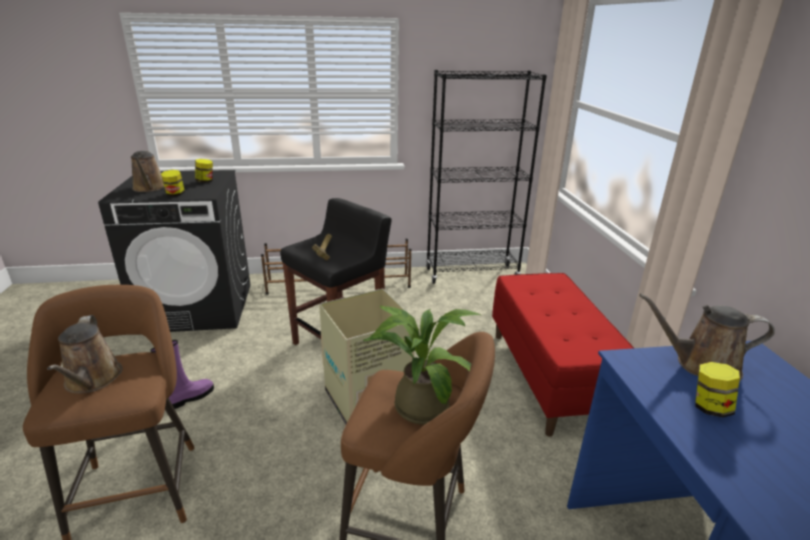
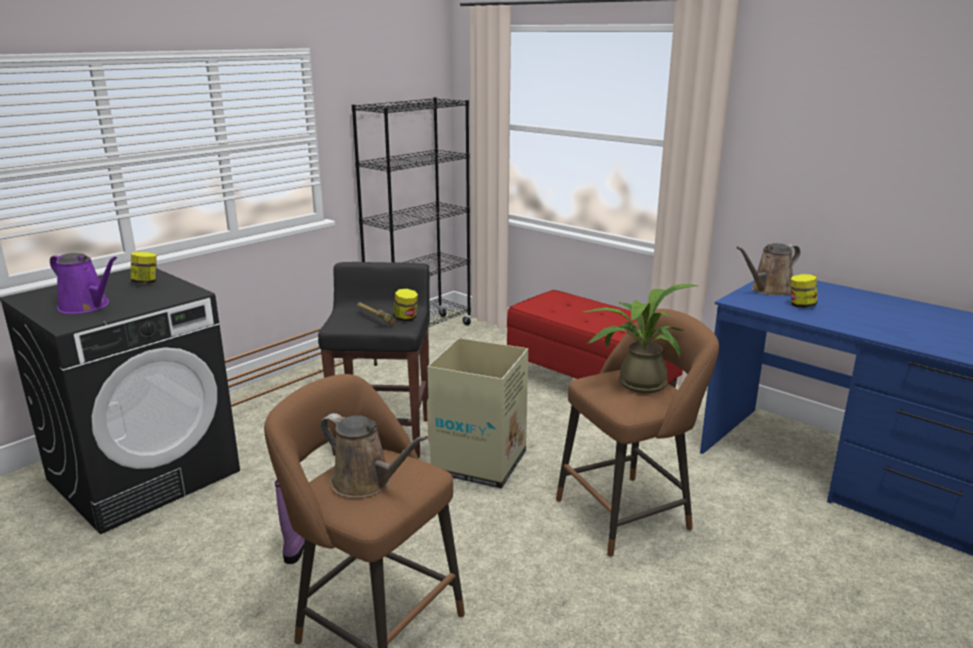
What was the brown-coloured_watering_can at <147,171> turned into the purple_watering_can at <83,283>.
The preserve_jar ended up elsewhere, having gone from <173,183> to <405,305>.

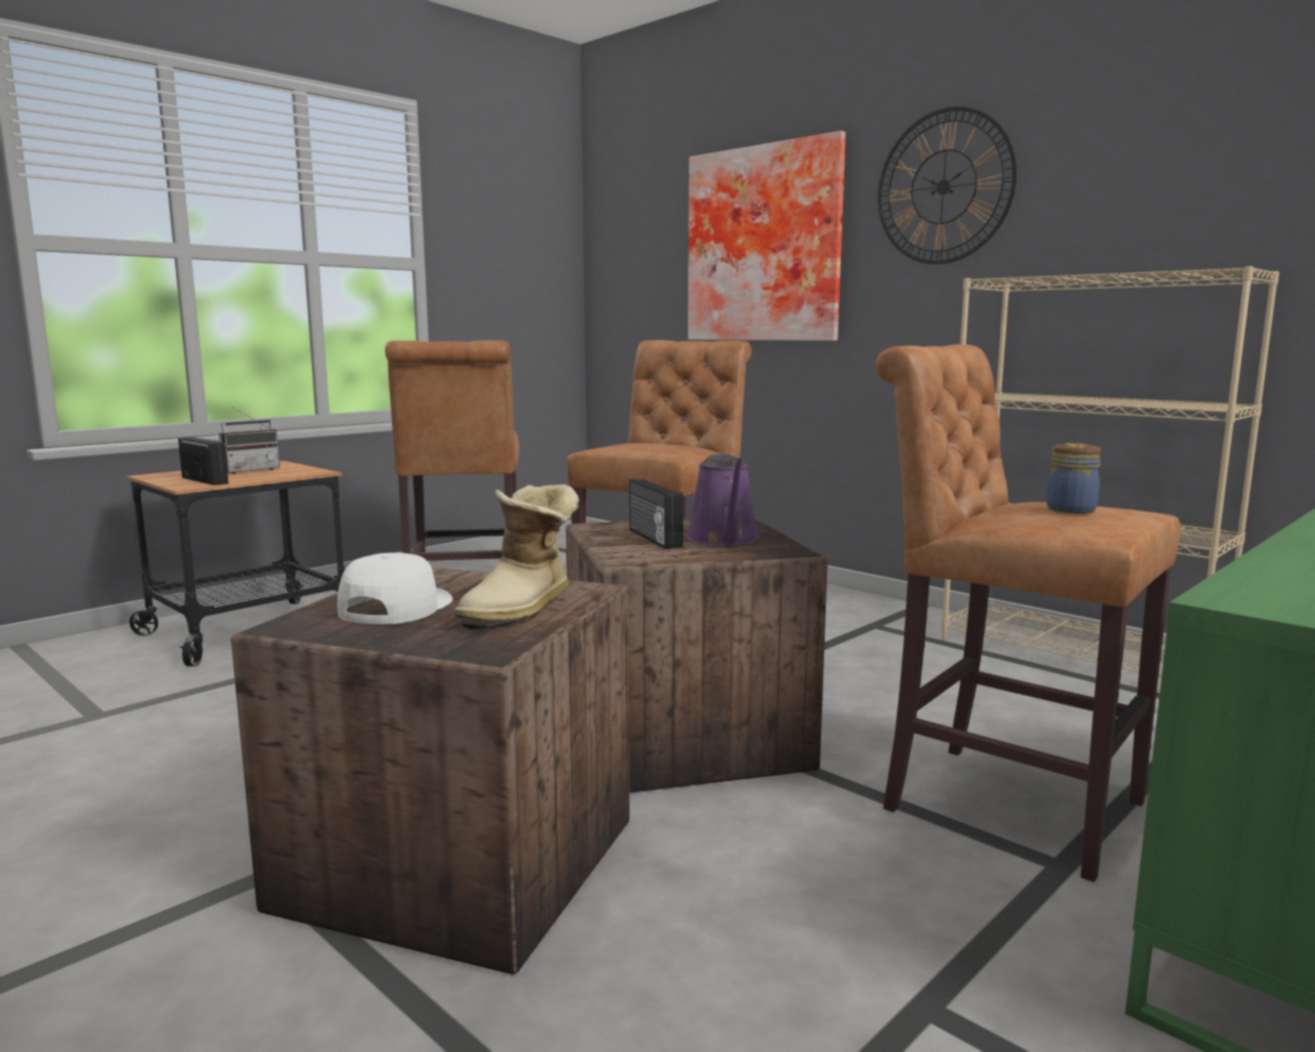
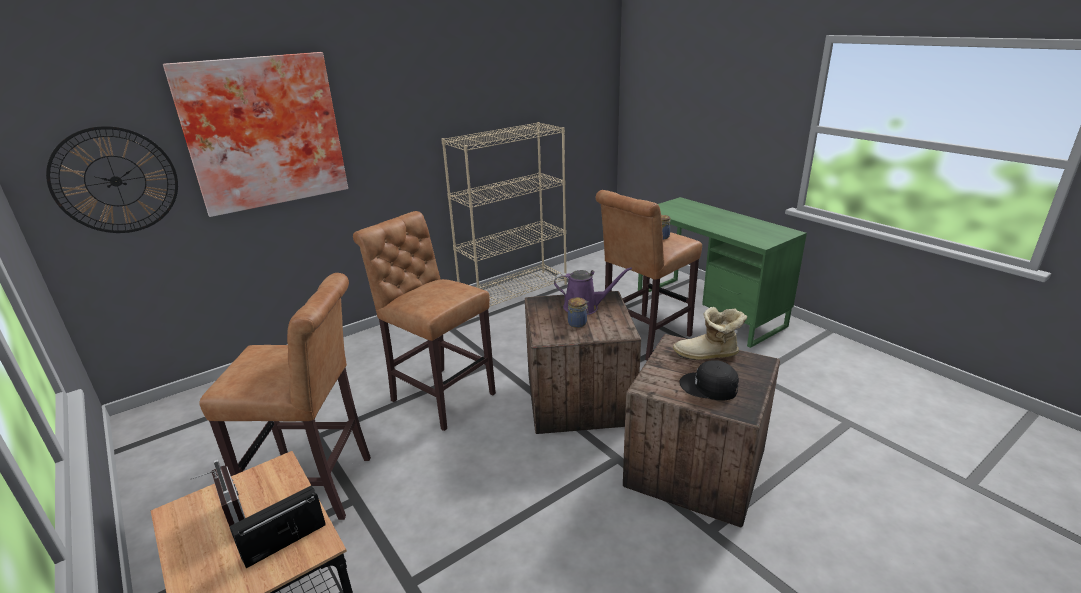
The wall_clock ended up elsewhere, having gone from <947,185> to <112,179>.
Where the radio_set stood at <656,514>, the preserve_jar came to stand at <578,312>.
The tall_boot at <516,557> ended up facing another way, 150 degrees clockwise from before.
What was the whitish_cap at <395,588> turned into the blackish_cap at <709,380>.

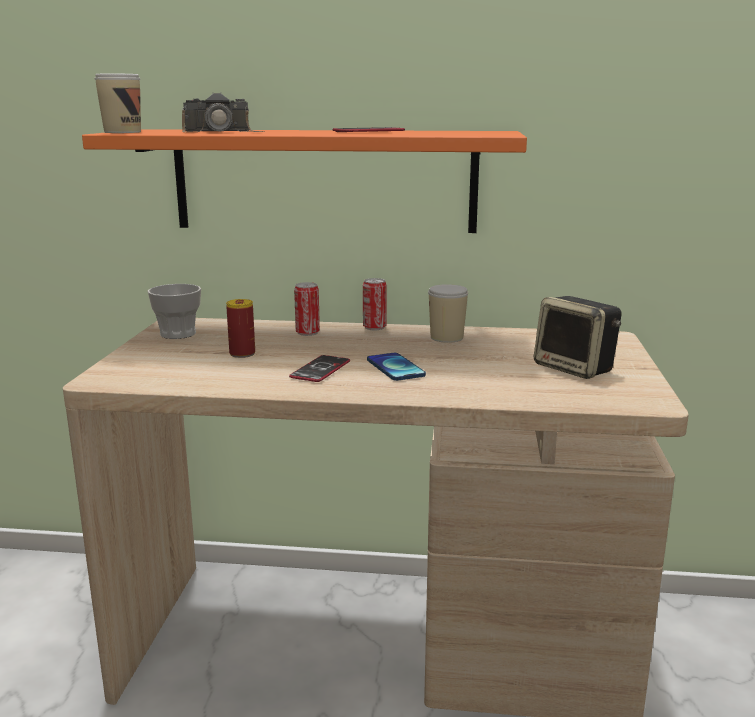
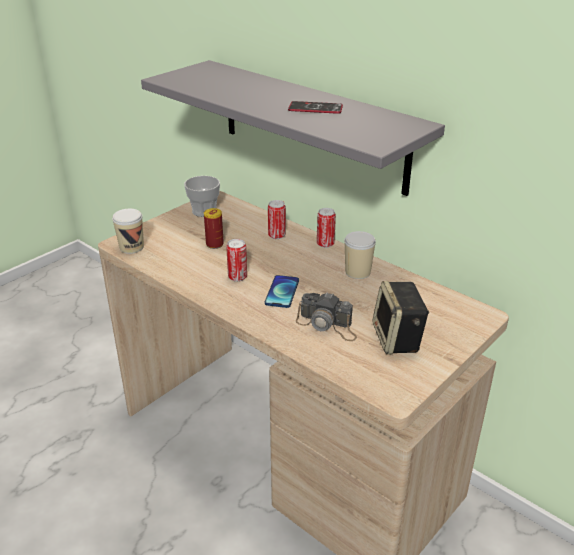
The cup ended up elsewhere, having gone from <117,103> to <128,231>.
The still_camera ended up elsewhere, having gone from <223,112> to <326,316>.
What was the orangey_bracket_shelf at <304,181> turned into the grey_bracket_shelf at <293,128>.
Where the phone stood at <319,368>, the can came to stand at <236,260>.

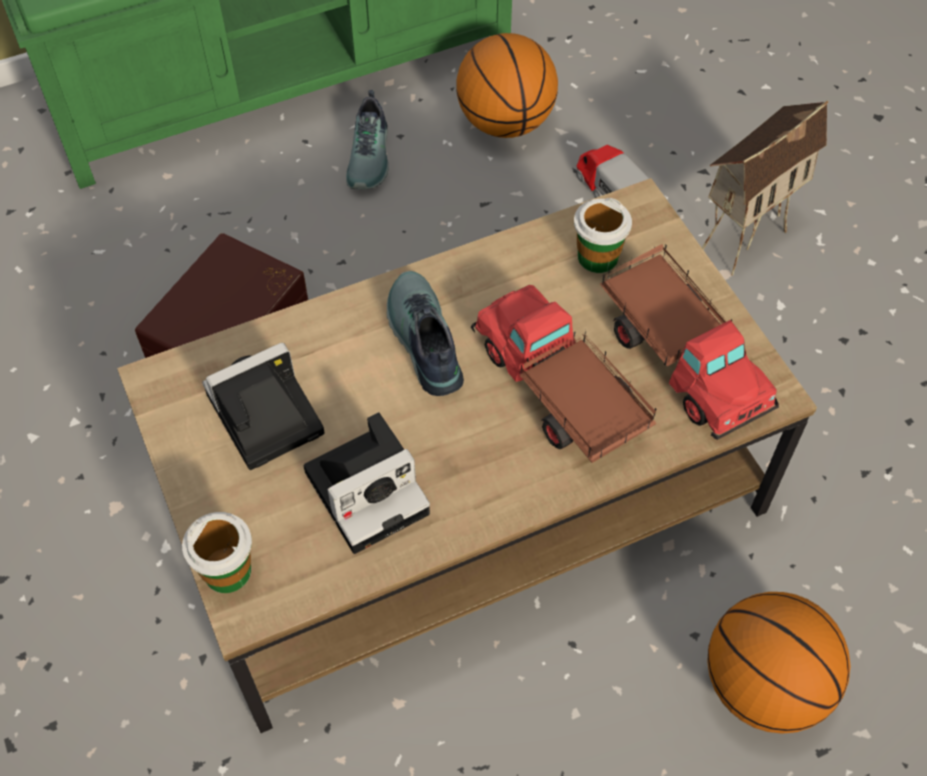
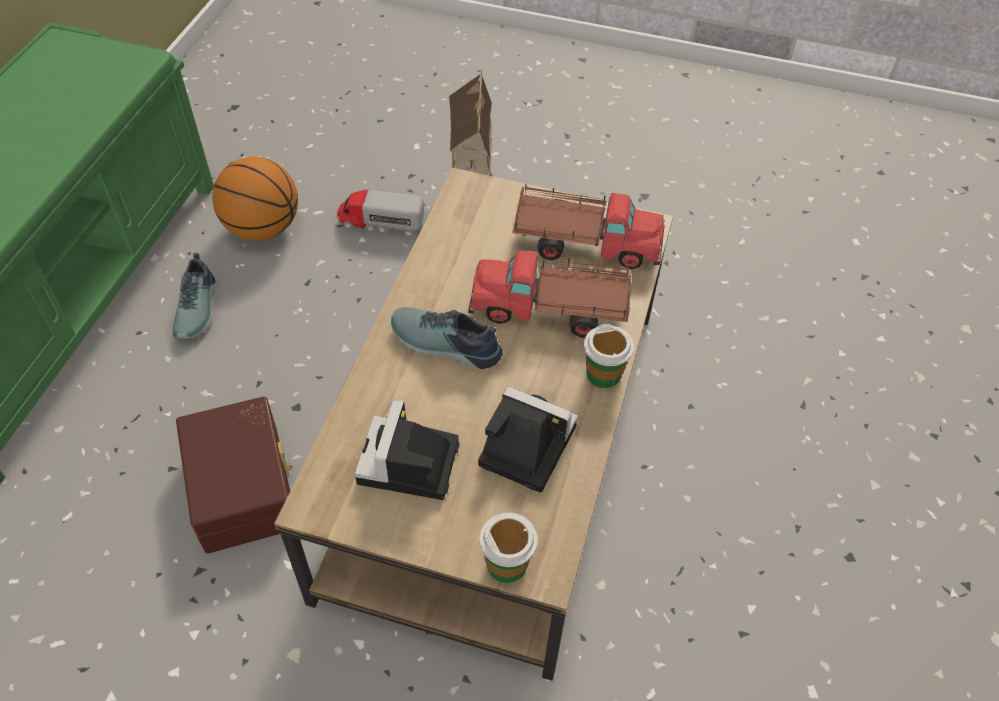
The shoe at <367,140> ended up facing another way, 45 degrees clockwise from before.
The cup ended up elsewhere, having gone from <603,235> to <609,356>.
The still_camera at <366,483> ended up facing another way, 75 degrees counterclockwise from before.
The second view lost the basketball_ball at <778,662>.

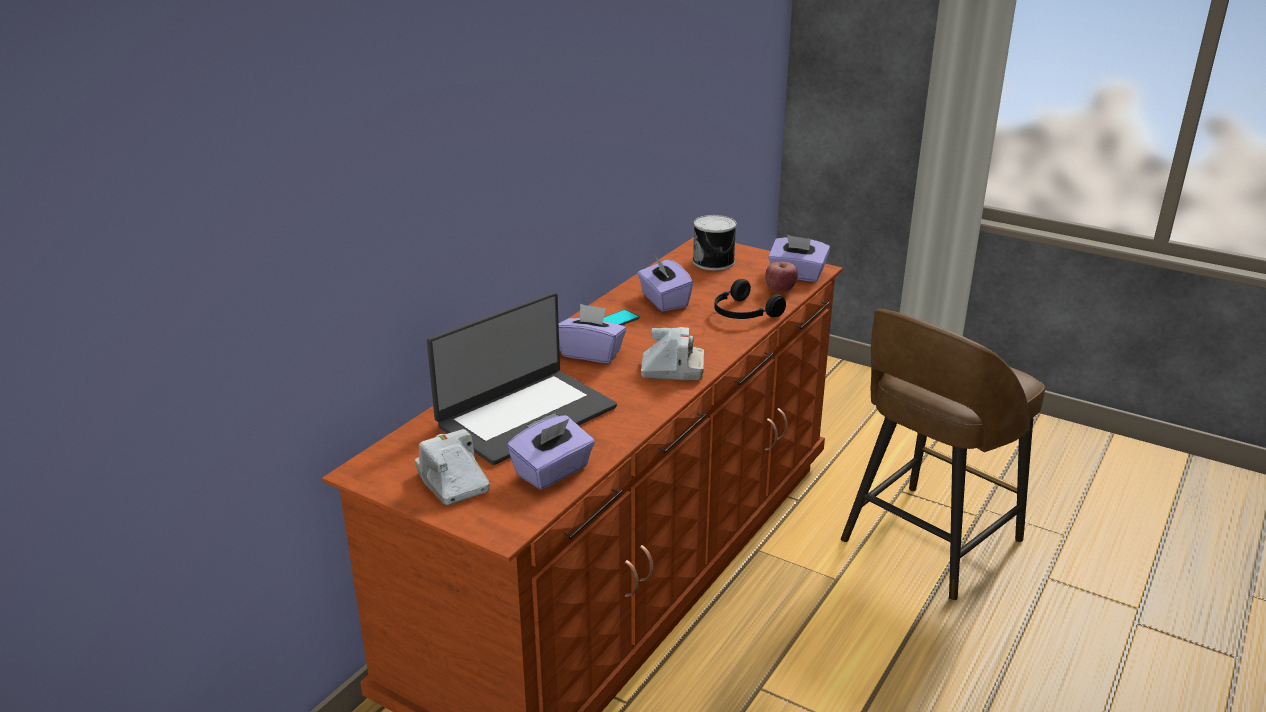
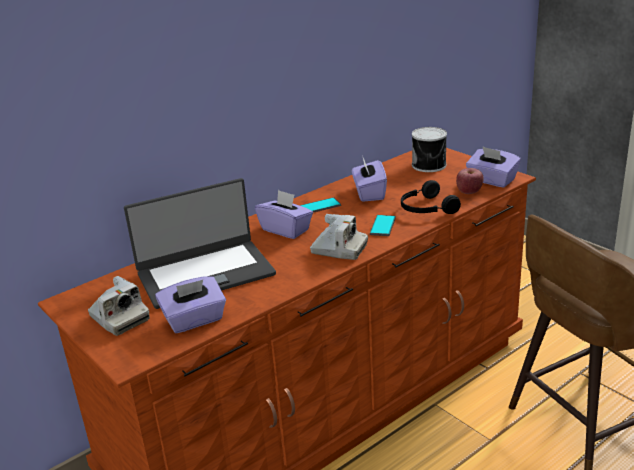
The still_camera at <452,467> ended up facing another way, 150 degrees clockwise from before.
The second view gained the phone at <383,225>.

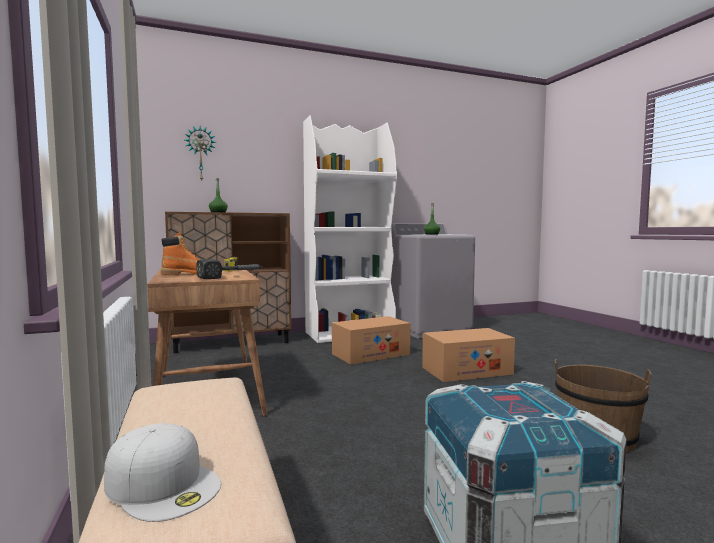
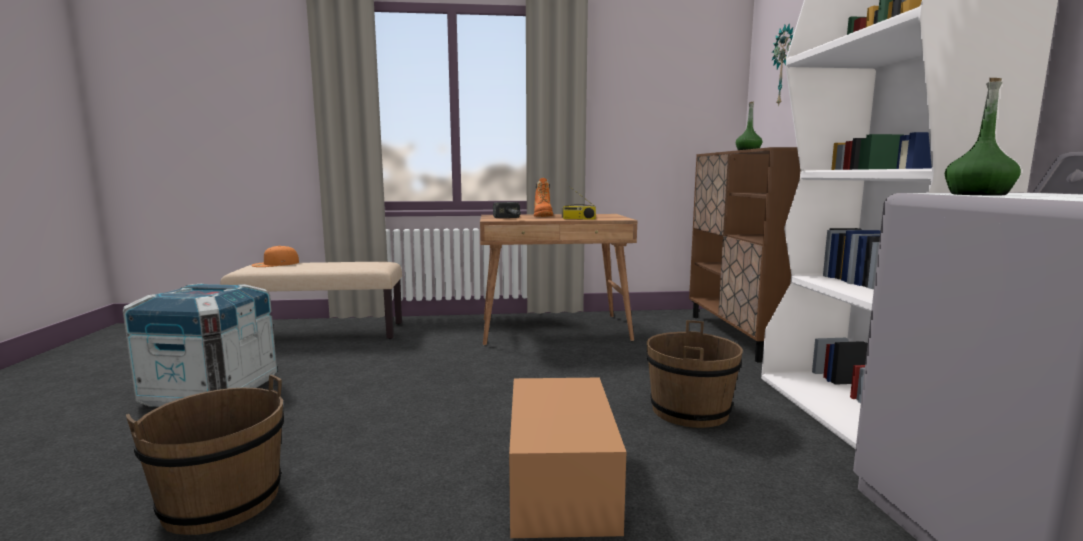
Where the carton stood at <371,340>, the brown-coloured_water_bucket came to stand at <694,374>.
What was the whitish_cap at <162,472> turned into the orangey_cap at <275,256>.

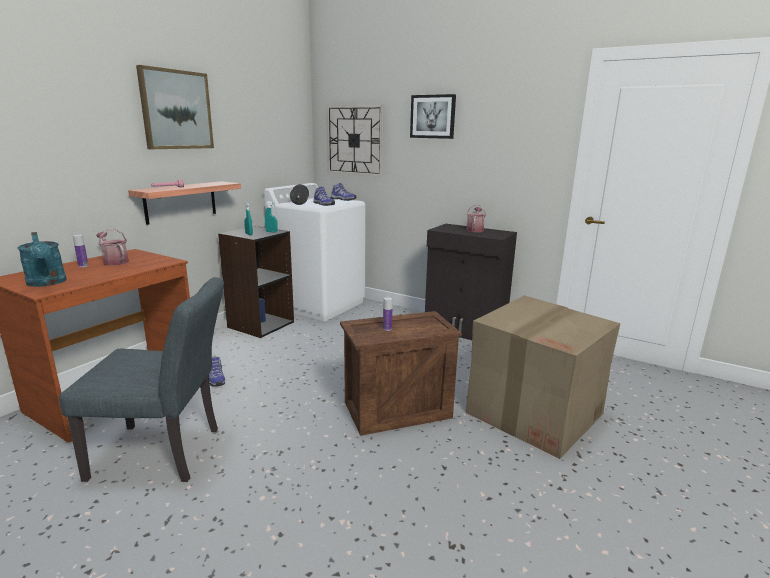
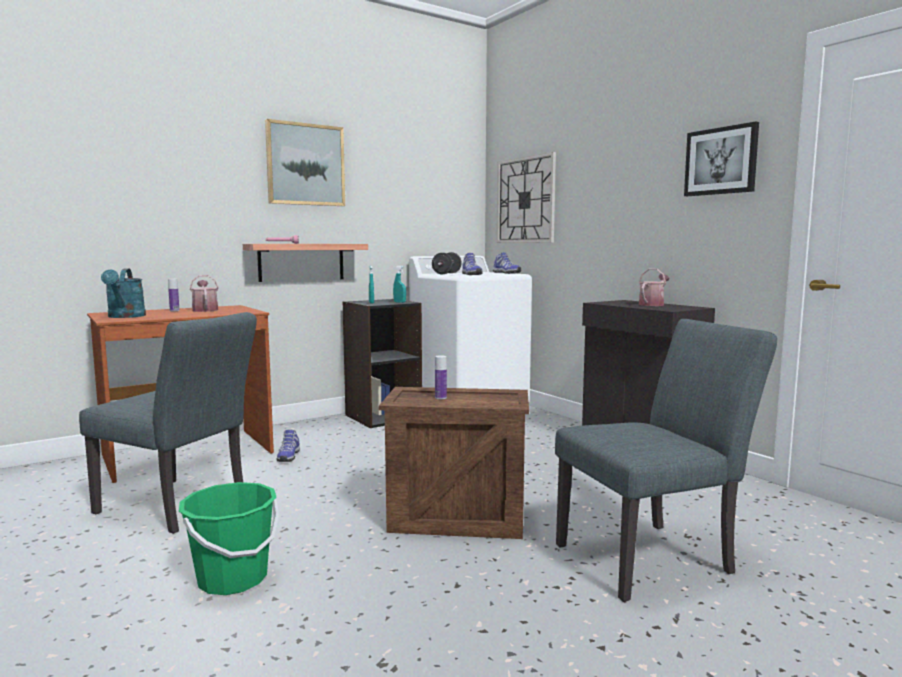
The wall_art ended up elsewhere, having gone from <433,116> to <721,159>.
Where the carton stood at <542,377>, the grey_upright_chair came to stand at <666,460>.
The second view gained the green-coloured_water_bucket at <229,538>.

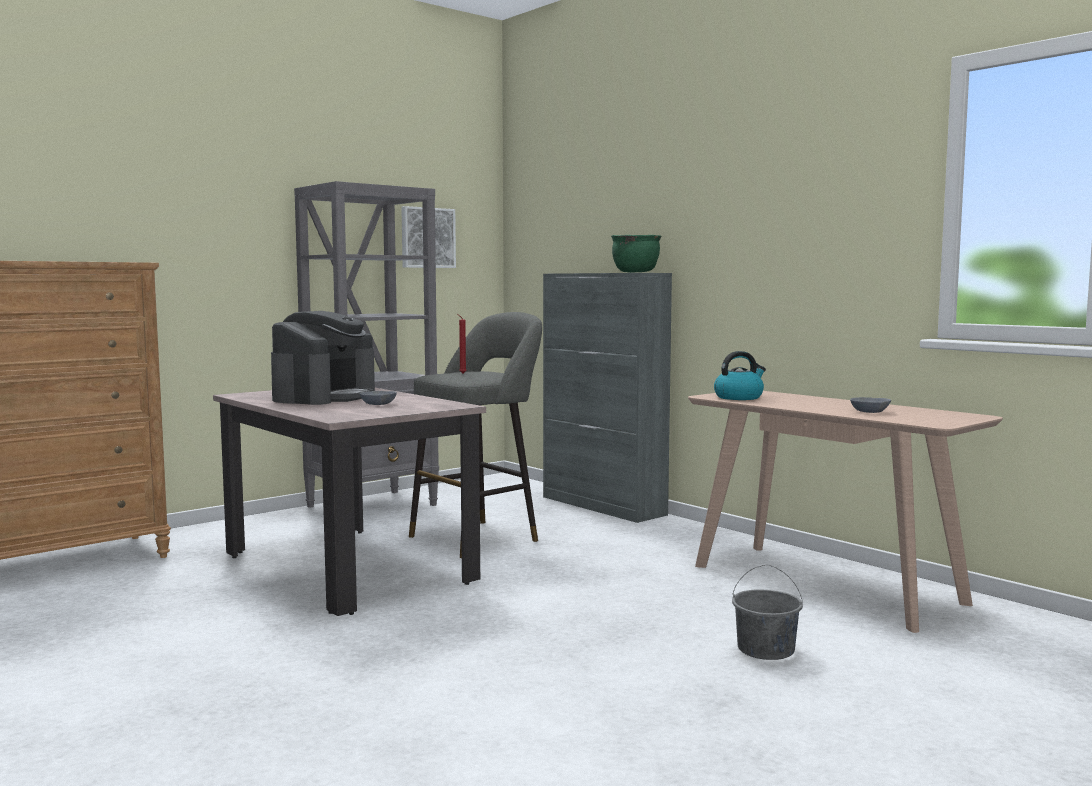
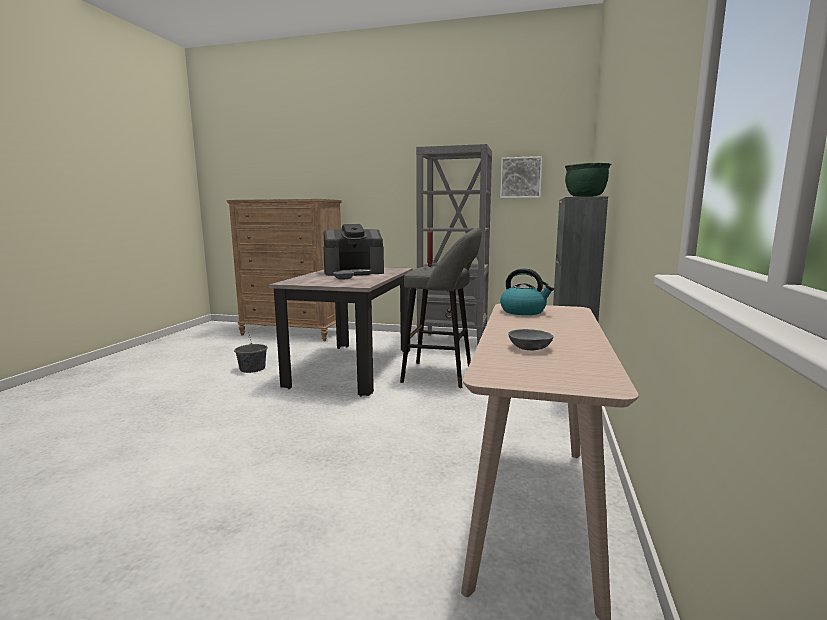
The grey_water_bucket ended up elsewhere, having gone from <767,612> to <251,354>.

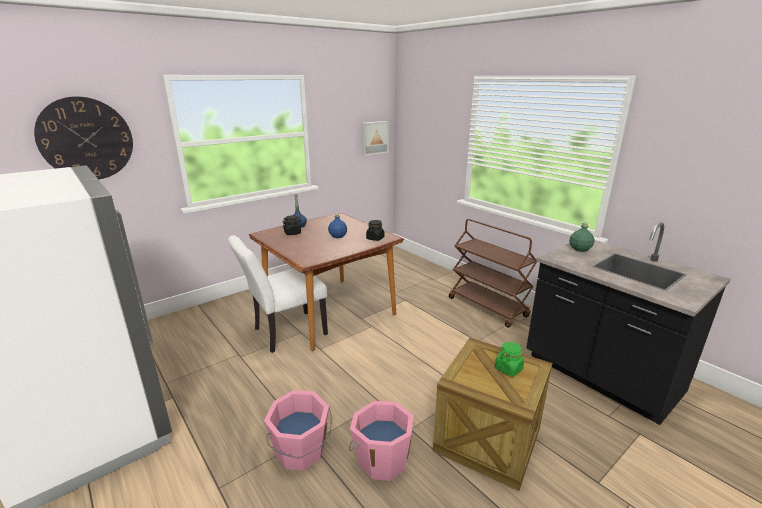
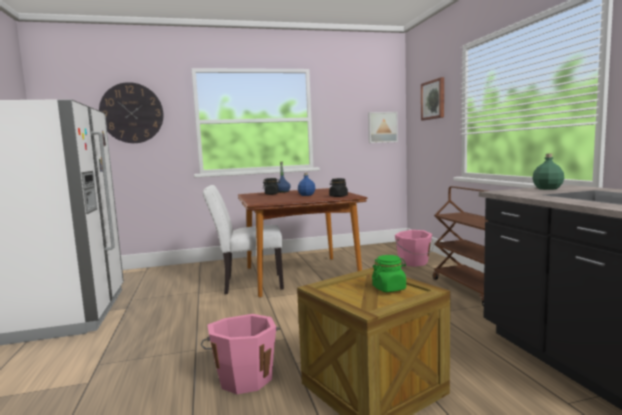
The pinkish_water_bucket ended up elsewhere, having gone from <298,430> to <414,248>.
The second view gained the wall_art at <432,99>.

